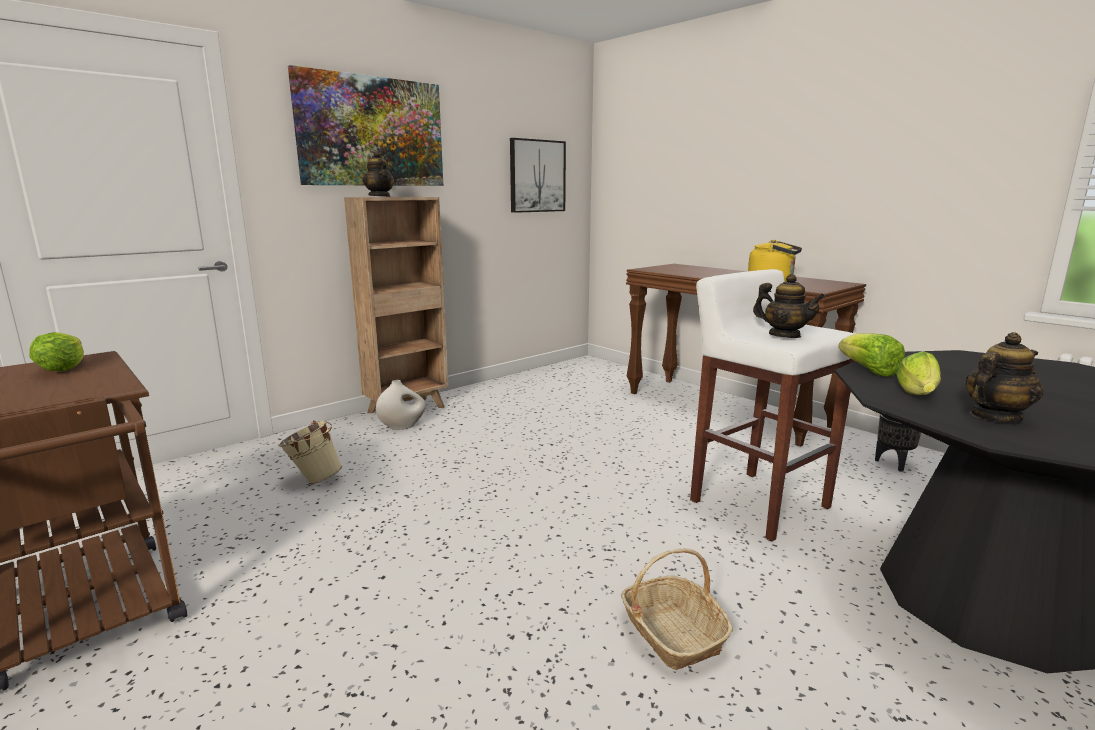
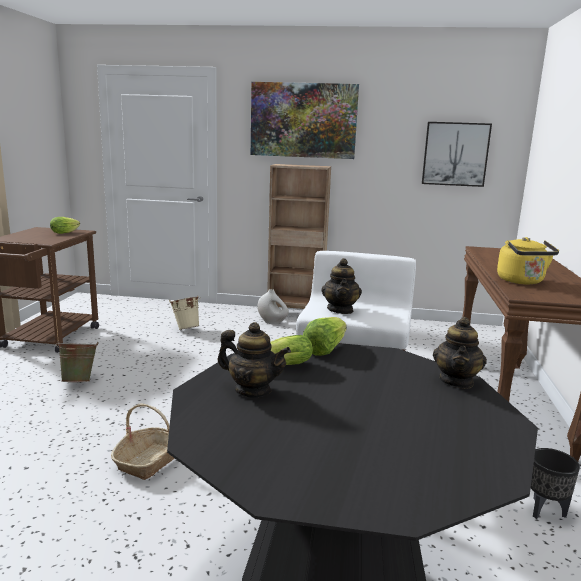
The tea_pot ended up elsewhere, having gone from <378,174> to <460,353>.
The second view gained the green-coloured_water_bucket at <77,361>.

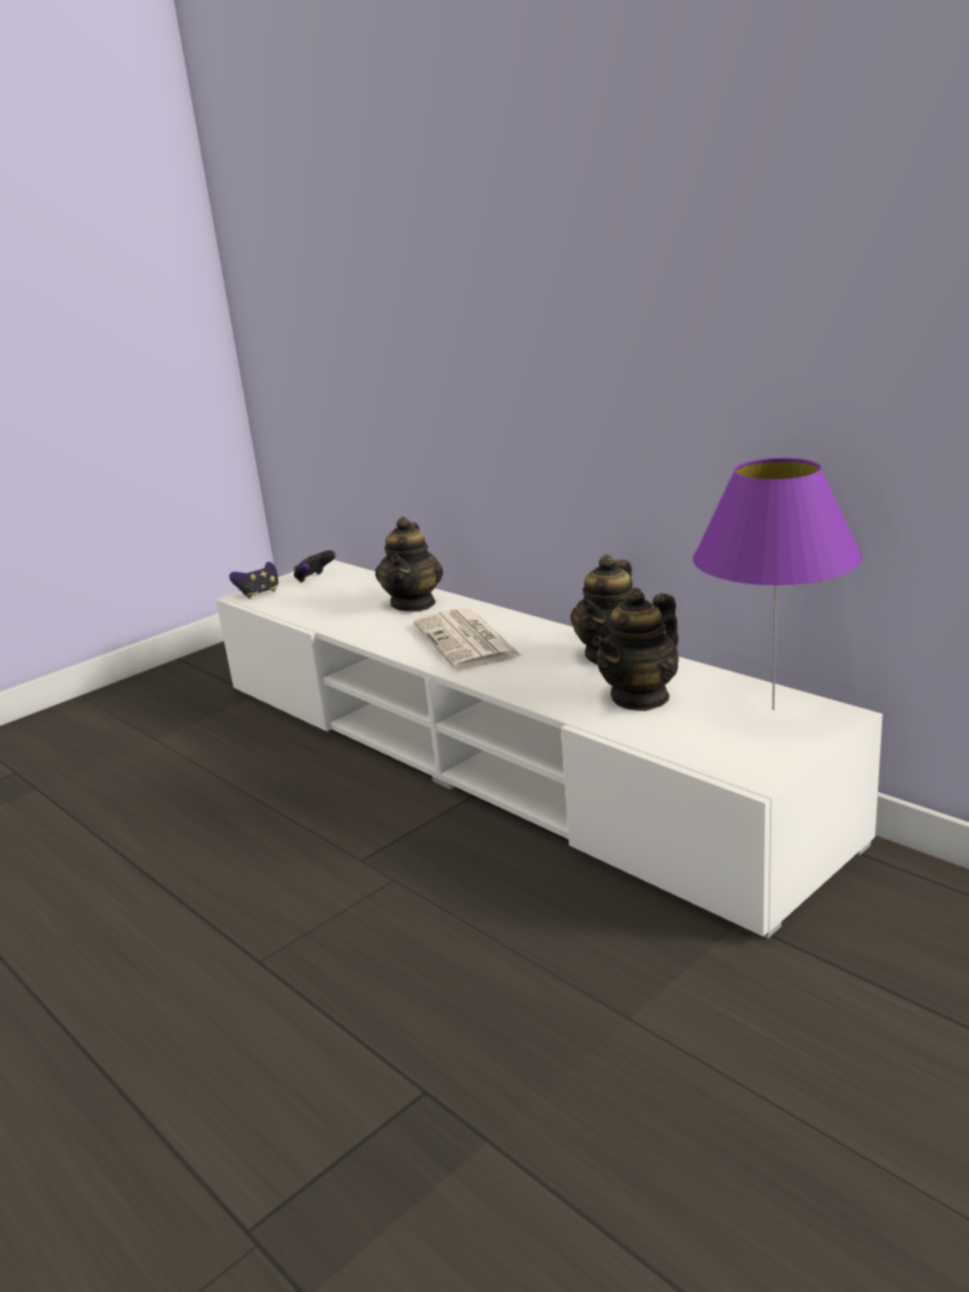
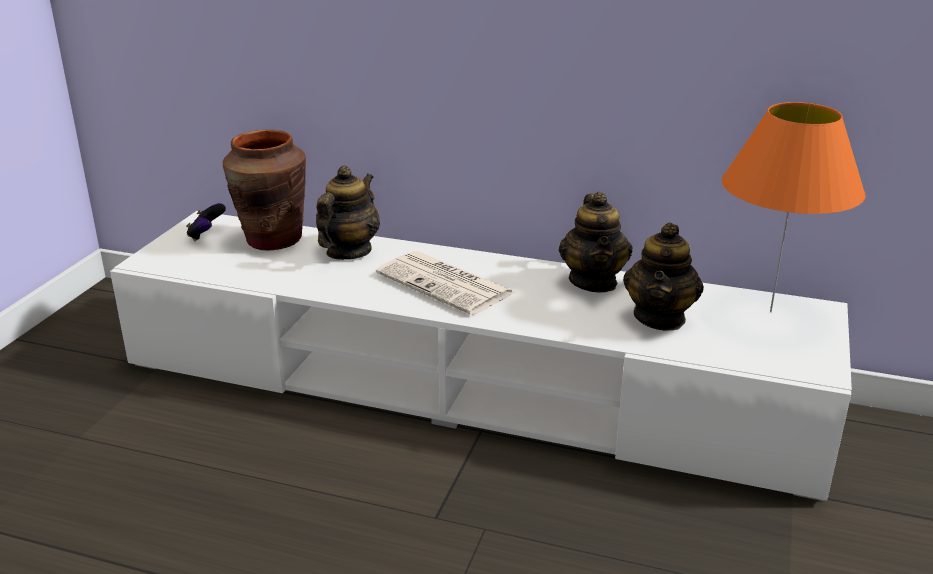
What was the purple_lamp_for_a_table at <777,584> turned into the orangey_lamp_for_a_table at <793,207>.
The tea_pot at <409,564> ended up facing another way, 135 degrees counterclockwise from before.
The second view lost the gamepad at <253,580>.
The second view gained the brown-coloured_vase at <264,190>.

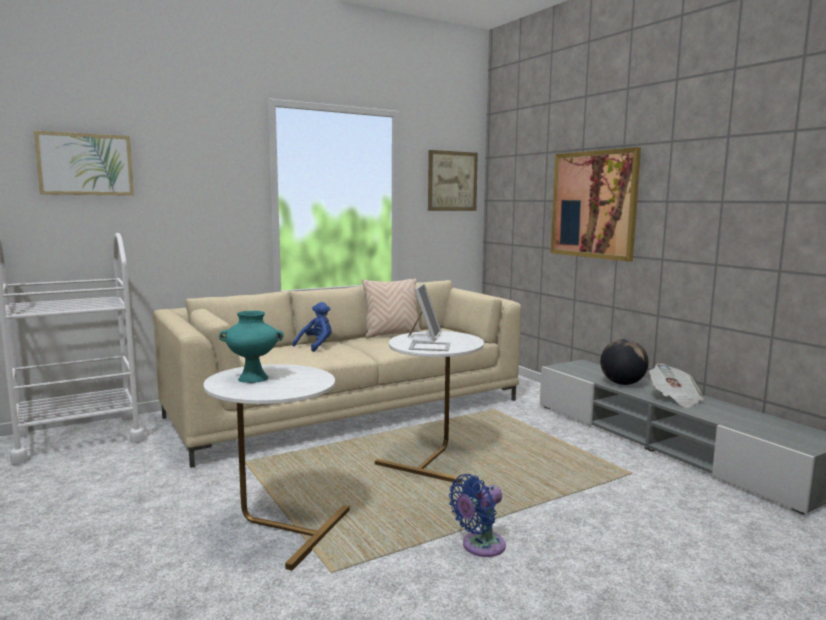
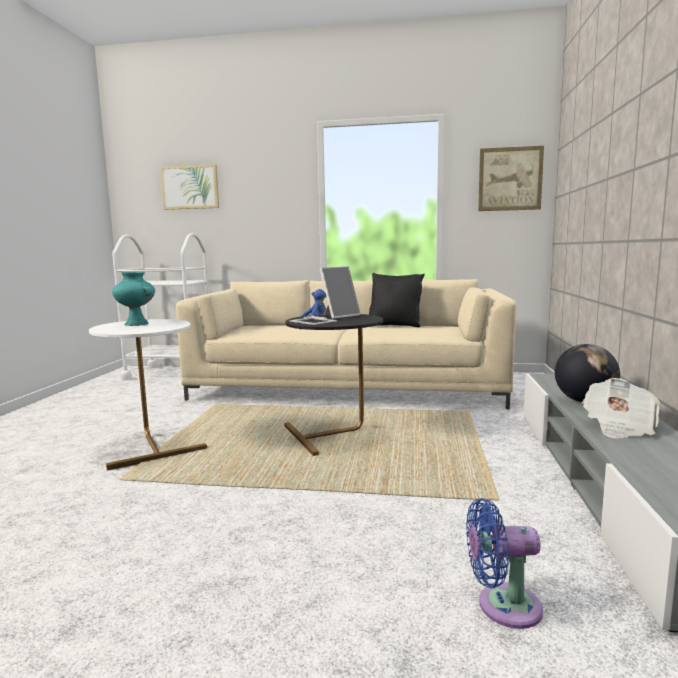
The second view lost the wall_art at <596,204>.
What was the sand-coloured_throw_pillow at <392,308> turned into the blackish_throw_pillow at <397,300>.
What was the whitish_accent_table at <429,407> turned into the blackish_accent_table at <333,385>.
The bluish_electric_fan ended up elsewhere, having gone from <477,515> to <504,563>.

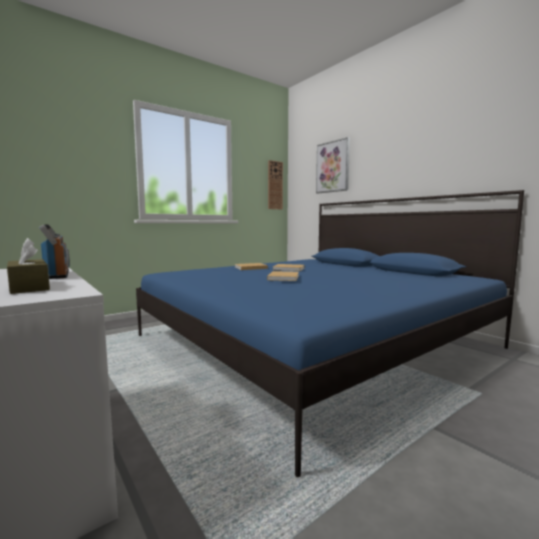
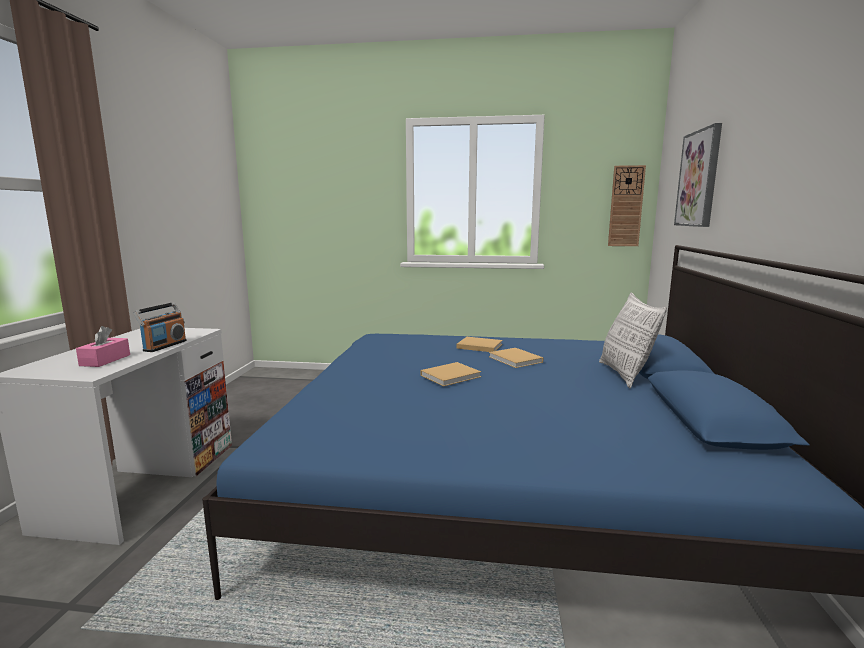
What was the brown-coloured_box_of_tissues at <28,266> turned into the pinkish_box_of_tissues at <103,346>.
The second view gained the throw_pillow at <633,340>.

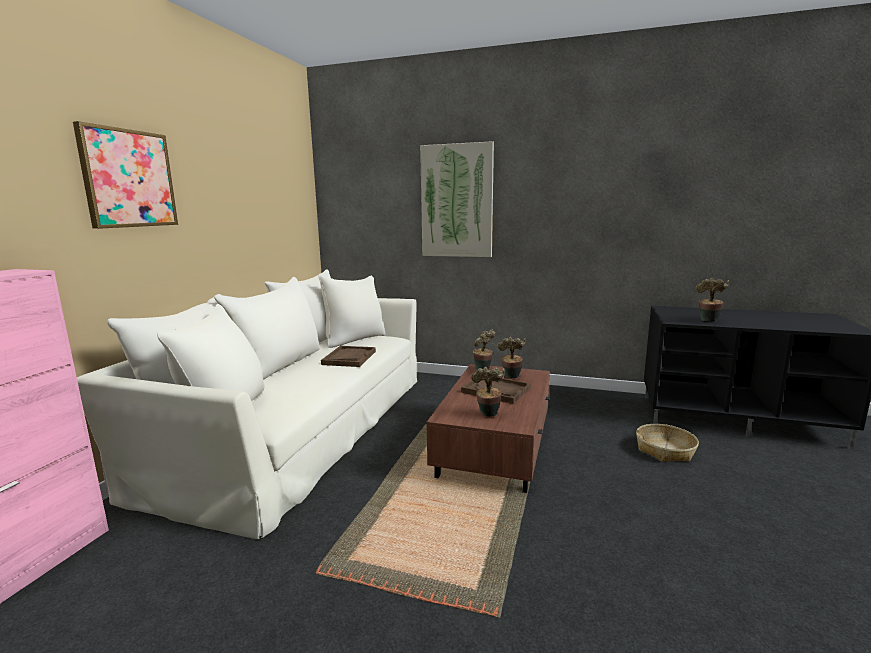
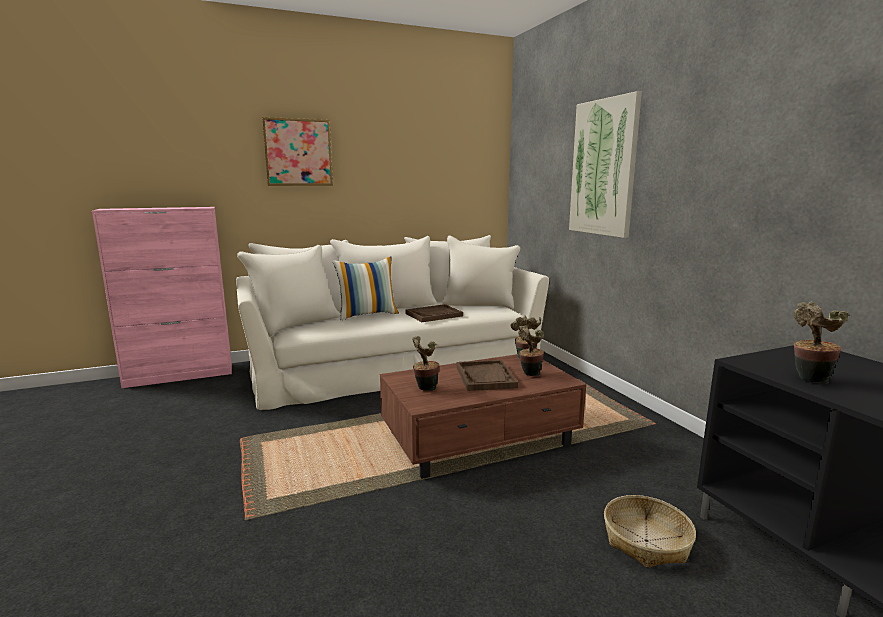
The second view gained the throw_pillow at <366,288>.

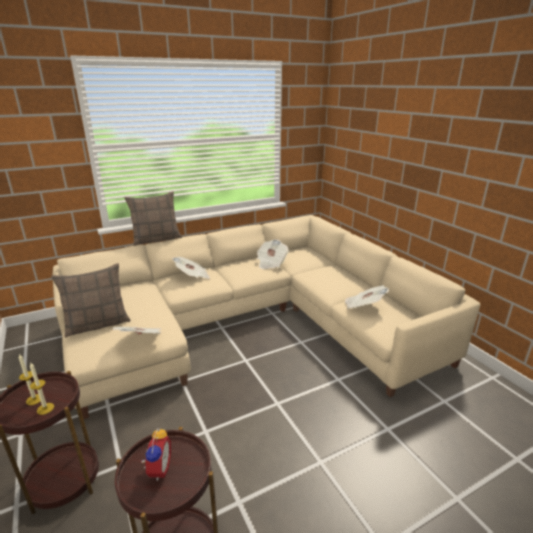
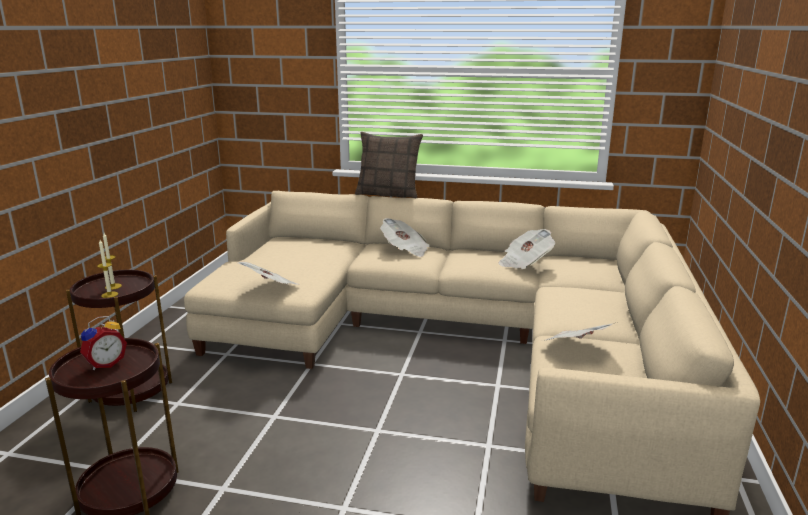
The second view lost the throw_pillow at <91,300>.

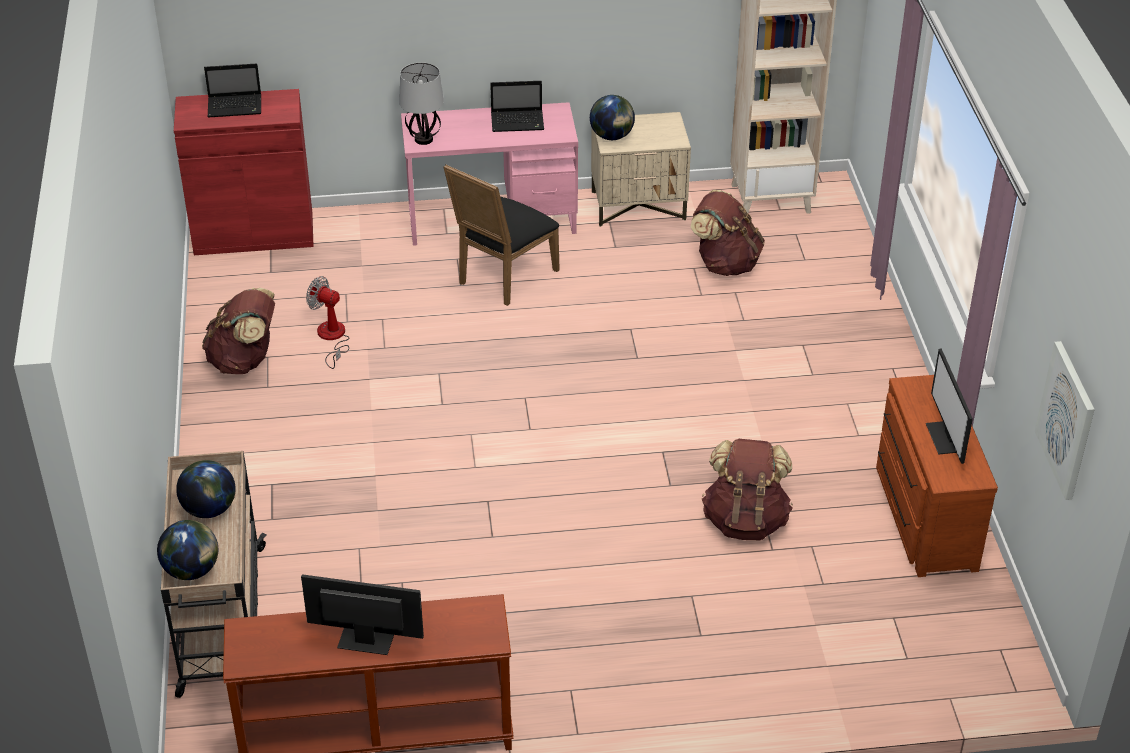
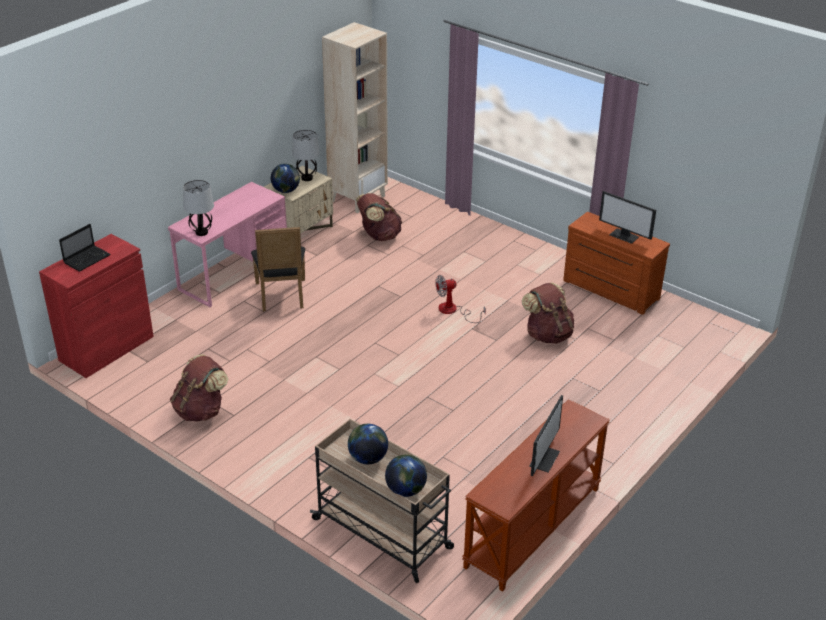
The second view lost the laptop at <517,106>.
The electric_fan ended up elsewhere, having gone from <327,322> to <460,299>.
The second view lost the wall_art at <1065,420>.
The computer_screen at <362,614> ended up facing another way, 150 degrees clockwise from before.
The second view gained the lamp_for_a_table at <306,155>.

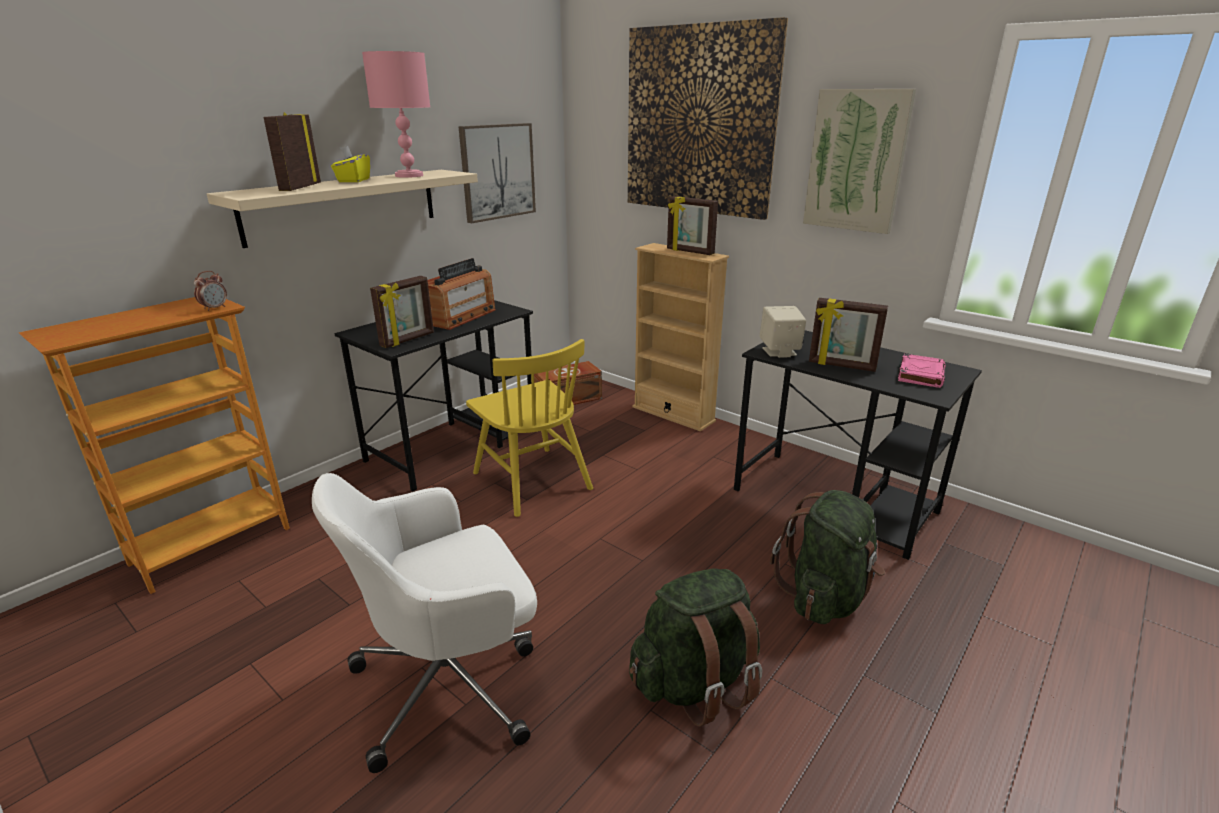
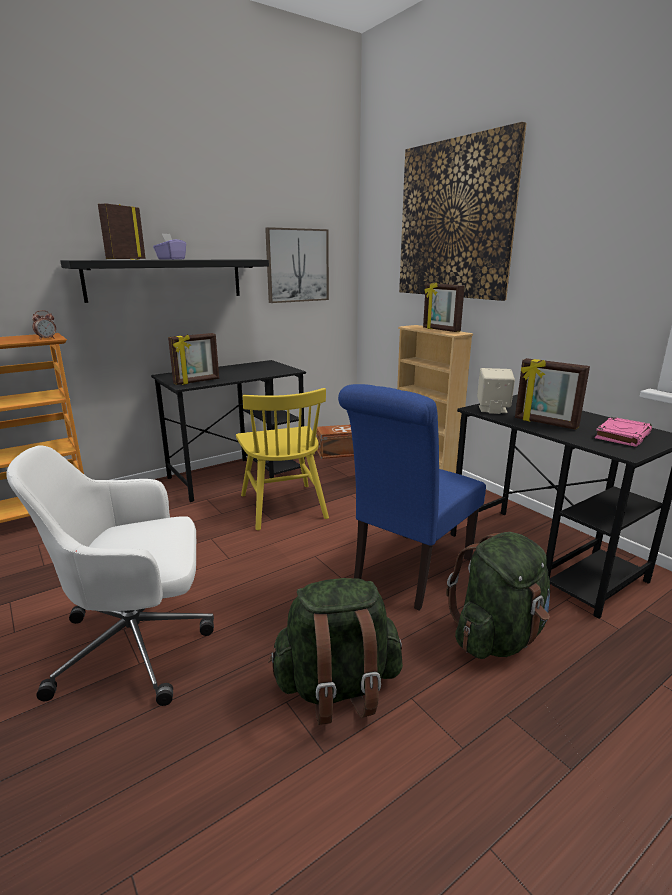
The second view lost the pinkish_lamp_for_a_table at <396,114>.
The second view lost the wall_art at <859,161>.
What was the yellow_box_of_tissues at <350,164> turned into the purple_box_of_tissues at <169,246>.
What was the sand-coloured_bracket_shelf at <342,209> turned into the blackish_bracket_shelf at <164,281>.
The second view lost the radio_set at <462,294>.
The second view gained the bluish_upright_chair at <412,497>.

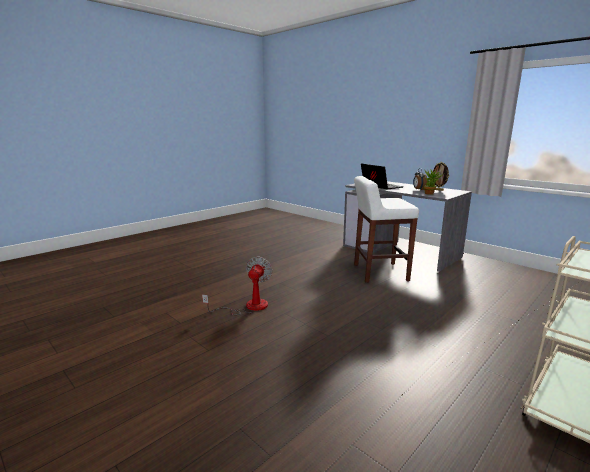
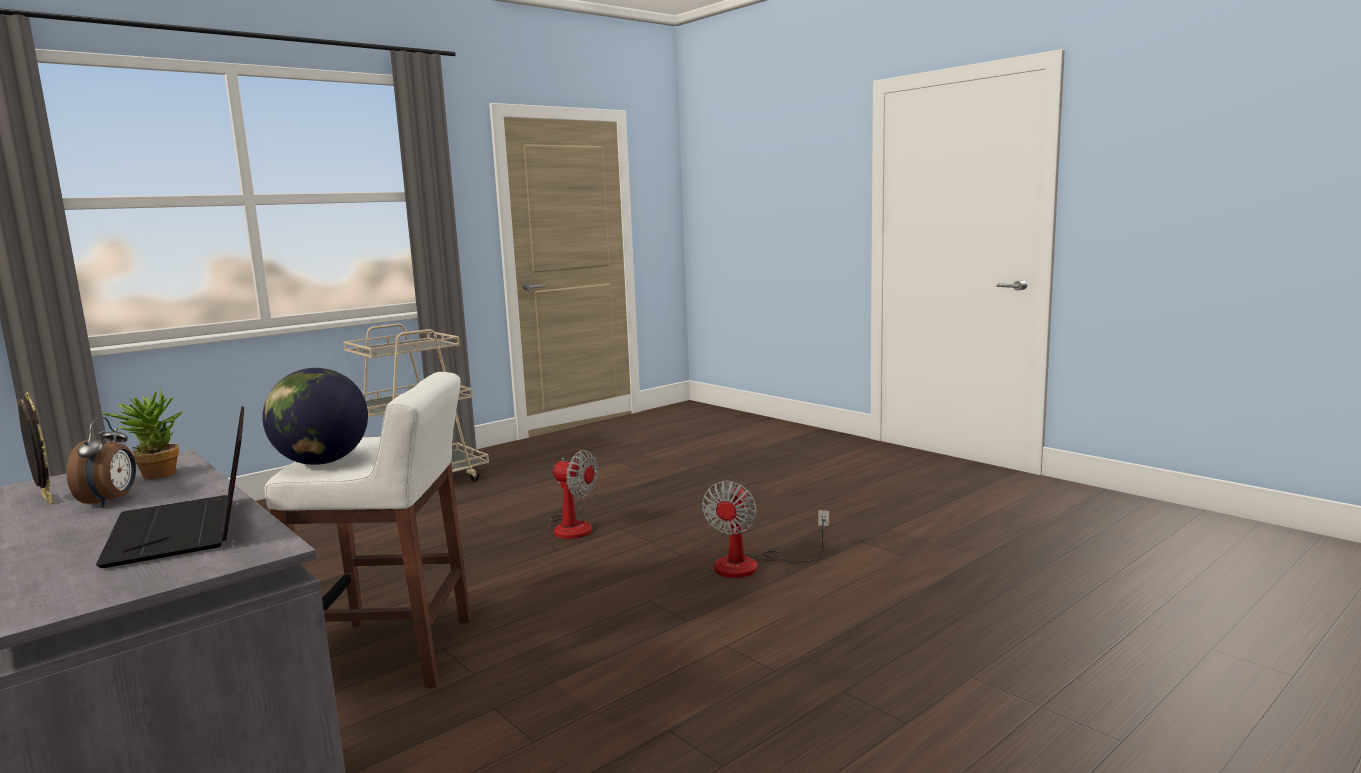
The second view gained the globe at <315,416>.
The second view gained the electric_fan at <573,494>.

